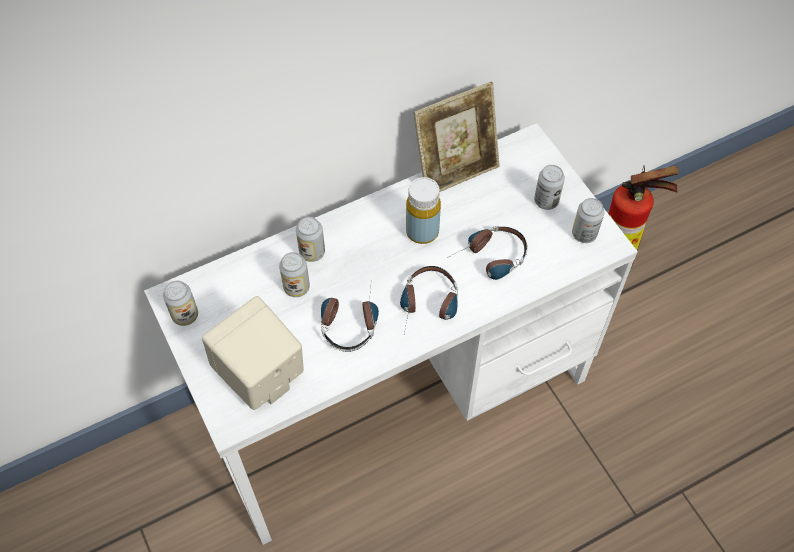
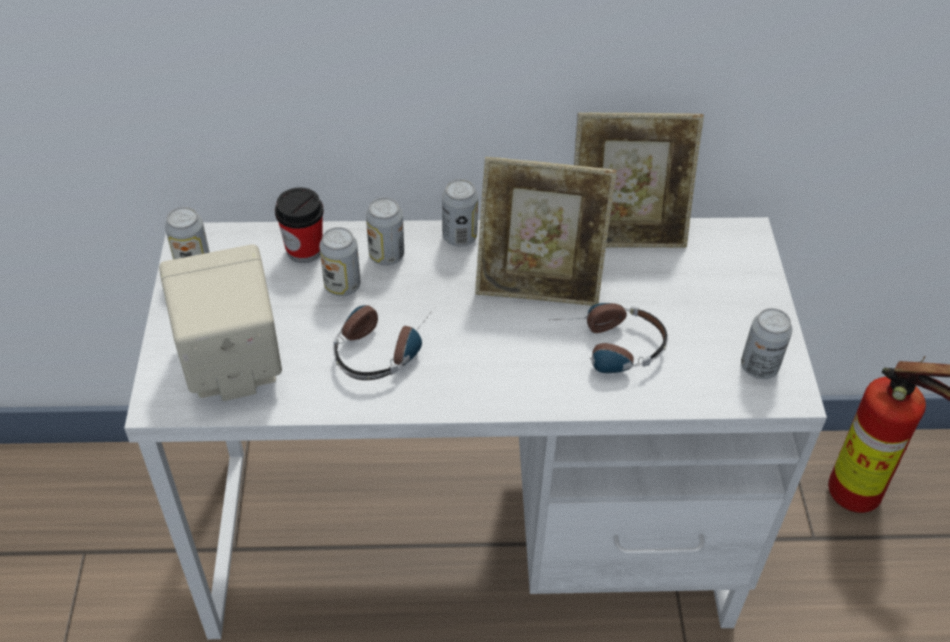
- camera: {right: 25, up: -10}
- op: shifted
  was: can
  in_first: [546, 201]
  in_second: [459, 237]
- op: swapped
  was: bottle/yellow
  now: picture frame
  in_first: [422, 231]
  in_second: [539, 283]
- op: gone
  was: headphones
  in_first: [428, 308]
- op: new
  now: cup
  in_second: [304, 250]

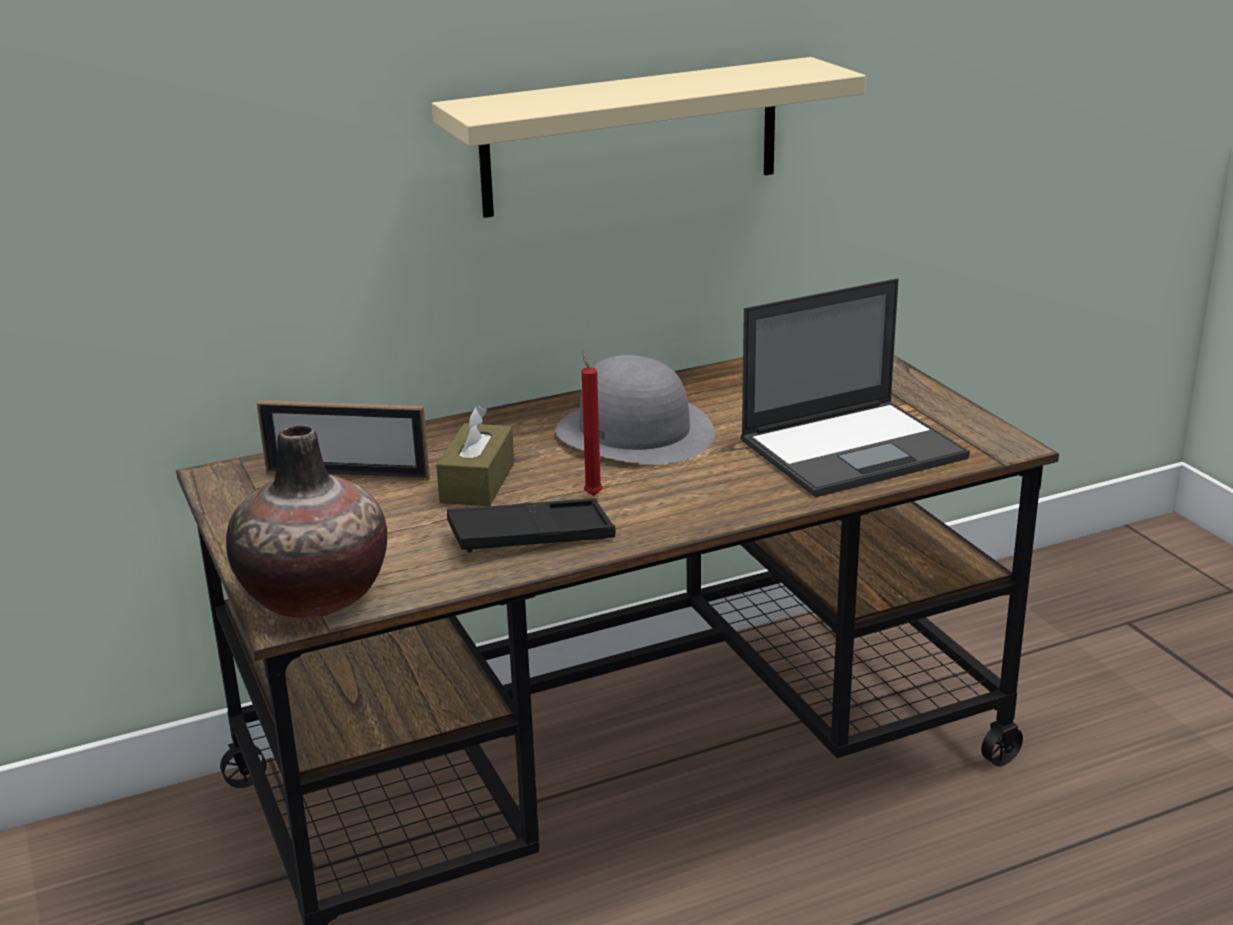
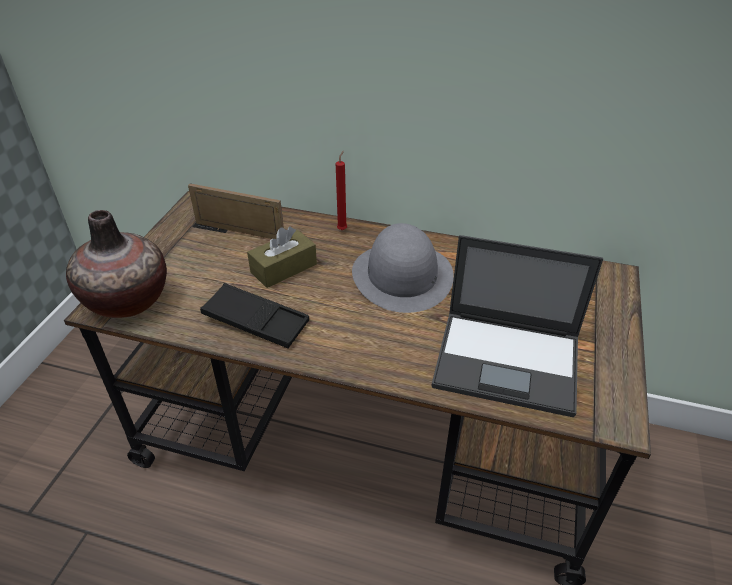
- camera: {right: 40, up: 15}
- op: gone
  was: shelf/beige
  in_first: [631, 137]
- op: shifted
  was: candle/red
  in_first: [592, 494]
  in_second: [343, 229]
- op: rotated
  was: picture frame
  in_first: [347, 475]
  in_second: [239, 231]
  clockwise: 150

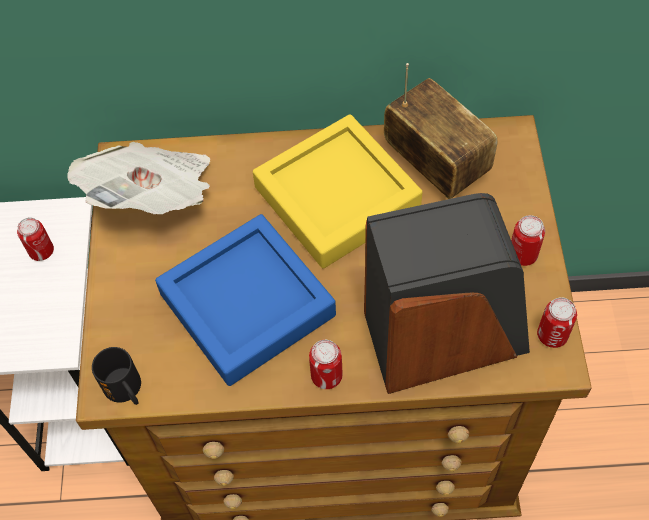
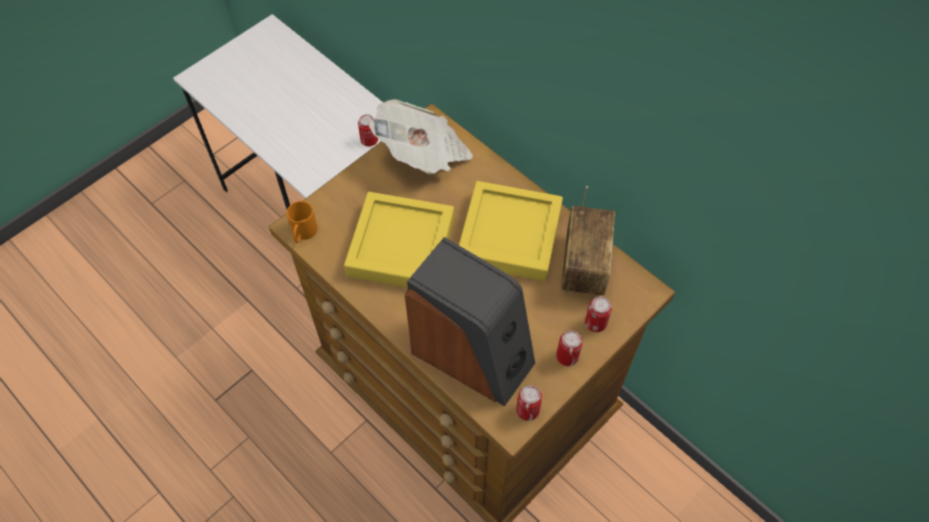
- camera: {right: 45, up: 0}
- op: repainted
  was: tray/blue
  now: tray/yellow
  in_first: [247, 305]
  in_second: [401, 246]
- op: shifted
  was: can
  in_first: [326, 376]
  in_second: [595, 323]
- op: repainted
  was: mug/black
  now: mug/orange
  in_first: [127, 390]
  in_second: [303, 234]

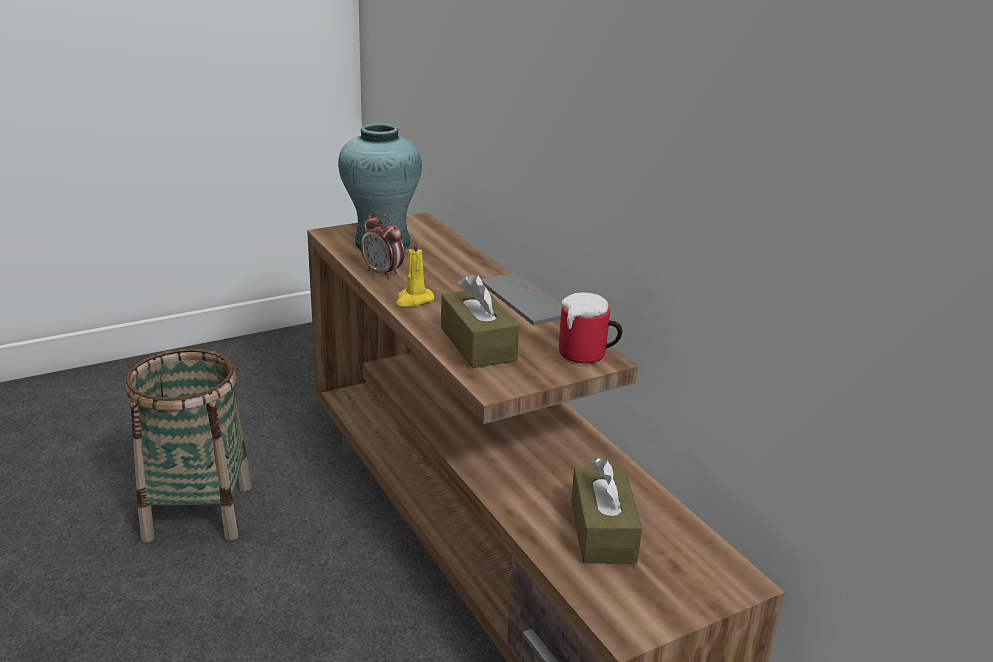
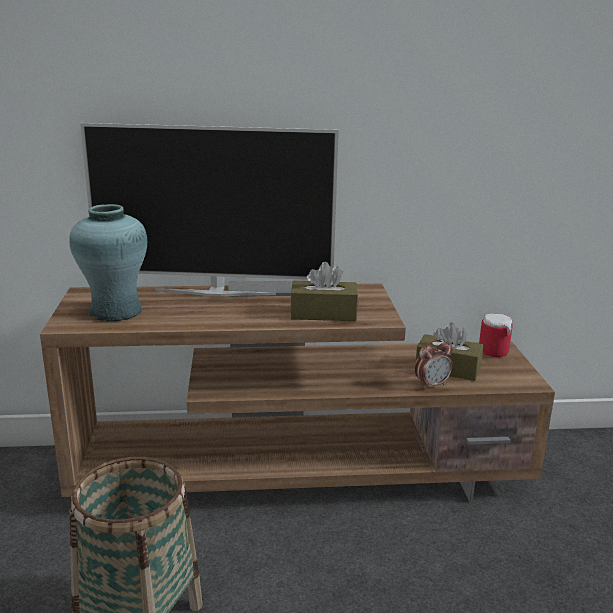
- camera: {right: -65, up: -5}
- op: shifted
  was: alarm clock
  in_first: [383, 273]
  in_second: [432, 385]
- op: gone
  was: candle/yellow
  in_first: [414, 300]
- op: shifted
  was: mug
  in_first: [587, 356]
  in_second: [496, 350]
- op: new
  now: television
  in_second: [215, 291]

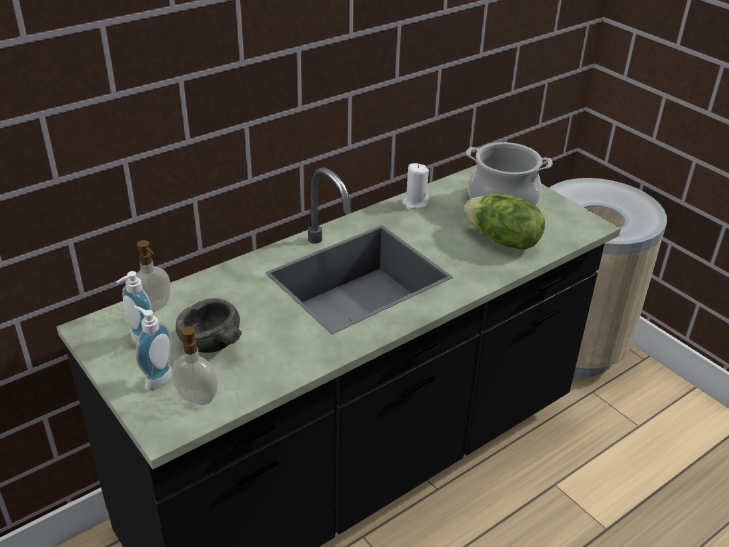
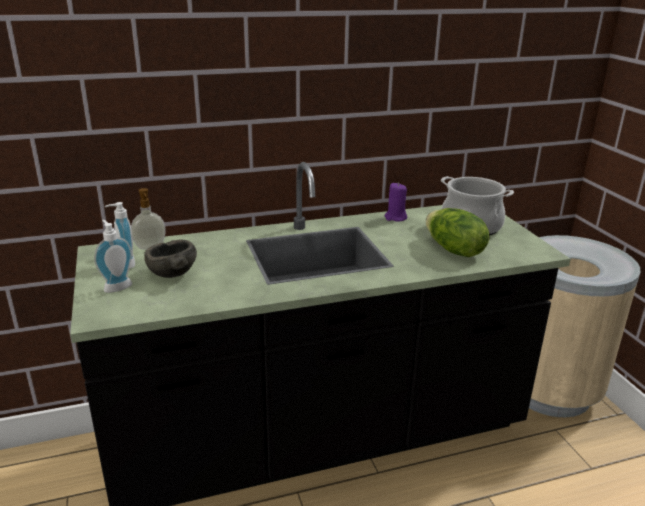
- camera: {right: 20, up: -10}
- op: repainted
  was: candle/white
  now: candle/purple
  in_first: [415, 203]
  in_second: [395, 217]
- op: gone
  was: soap dispenser
  in_first: [197, 397]

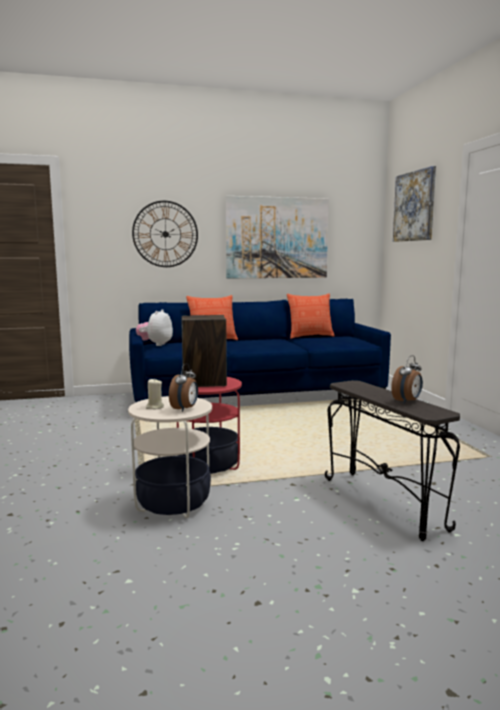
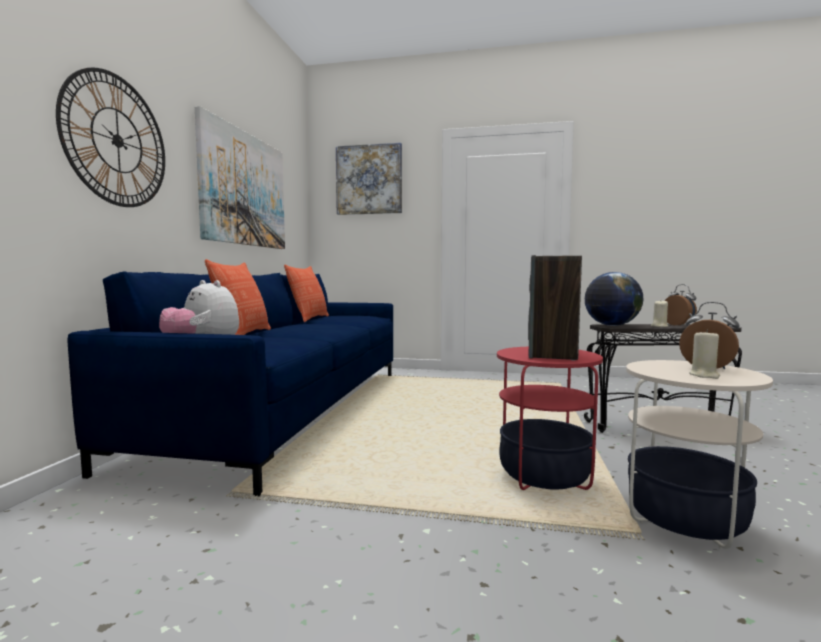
- camera: {right: -65, up: -5}
- op: new
  now: globe
  in_second: [611, 325]
- op: new
  now: candle/beige
  in_second: [659, 326]

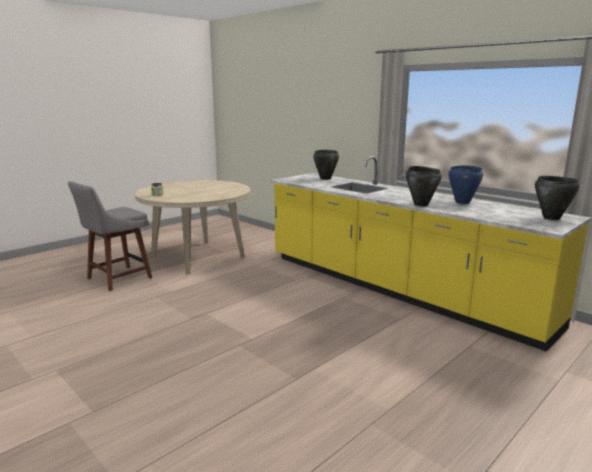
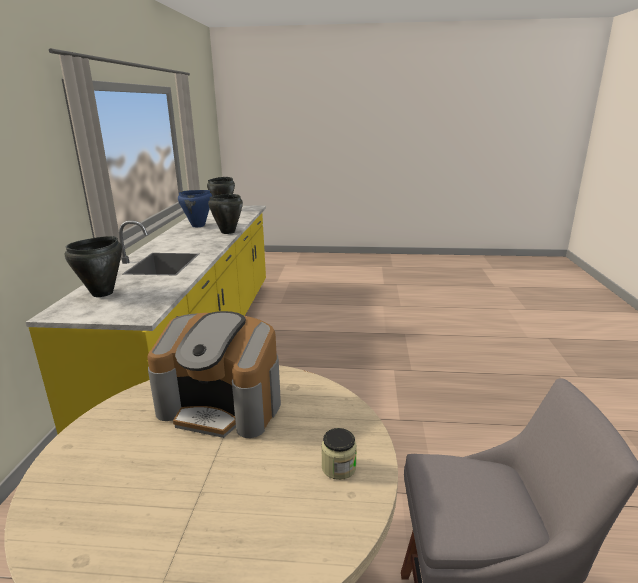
- camera: {right: -130, up: 5}
- op: new
  now: coffee machine
  in_second: [222, 405]

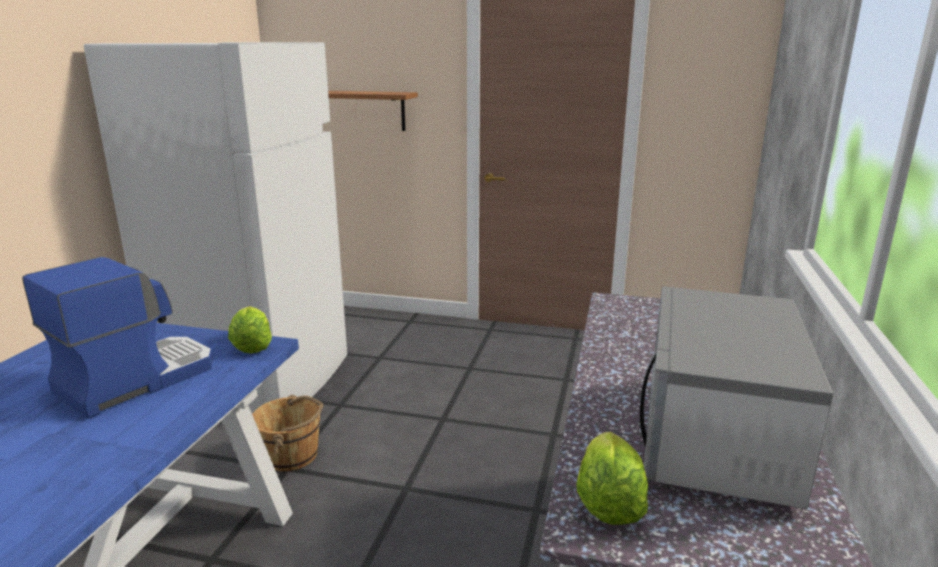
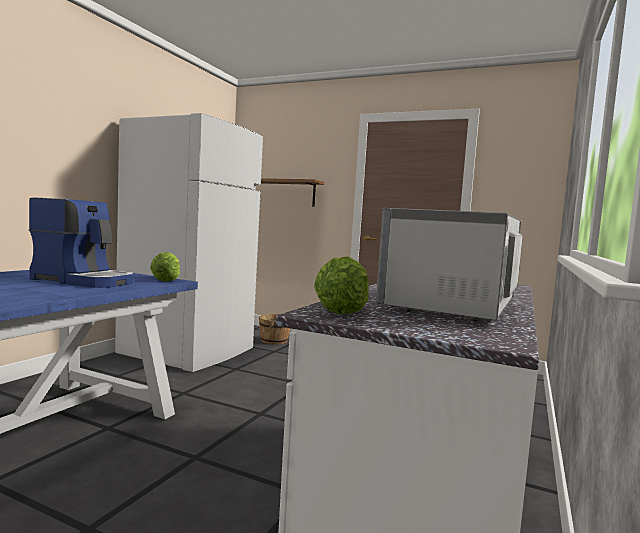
- camera: {right: 10, up: -15}
- op: rotated
  was: coffee machine
  in_first: [136, 379]
  in_second: [85, 281]
  clockwise: 60
- op: shifted
  was: bucket/brown
  in_first: [291, 455]
  in_second: [275, 341]

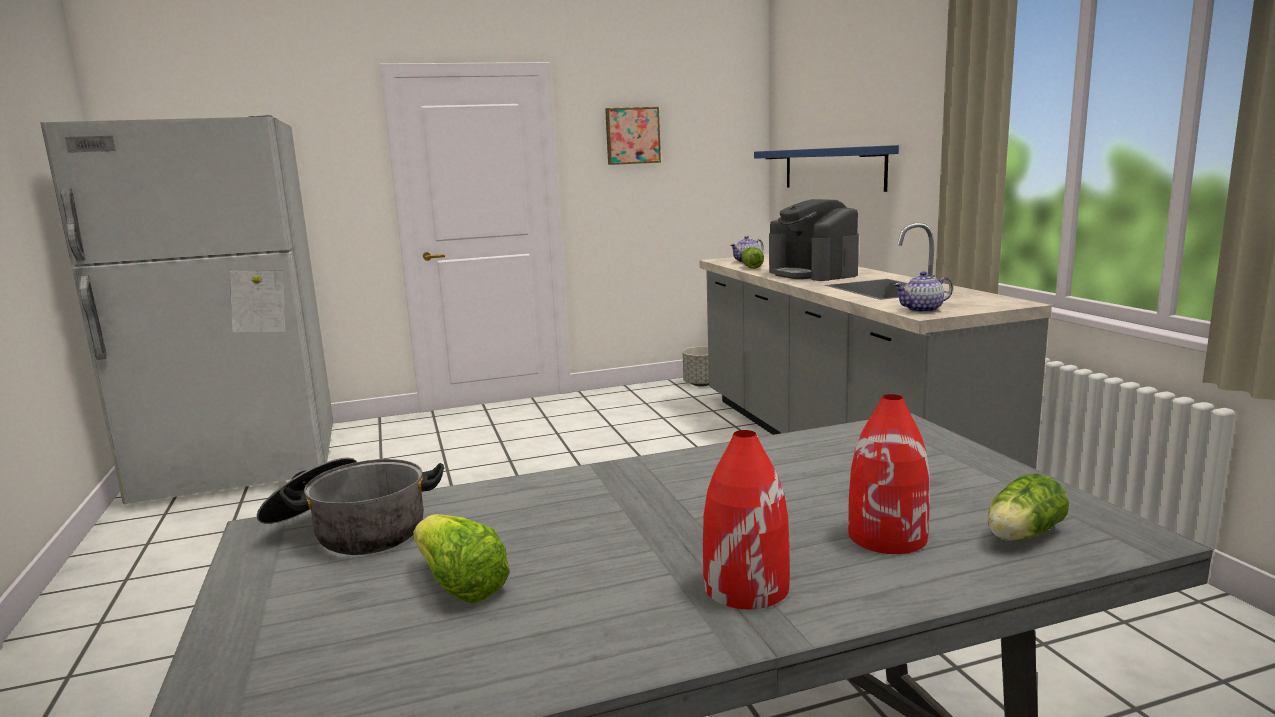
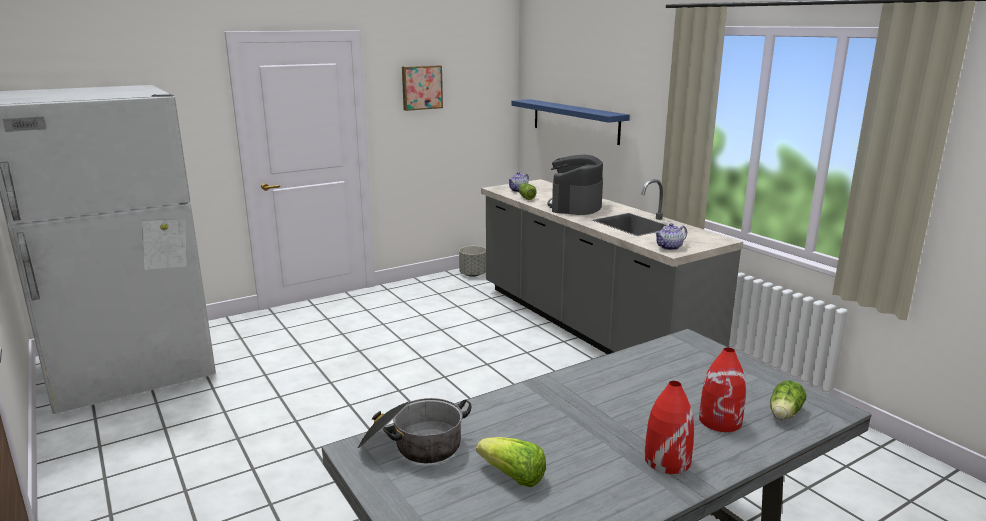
- camera: {right: -15, up: 5}
- op: rotated
  was: coffee machine
  in_first: [813, 273]
  in_second: [575, 206]
  clockwise: 60

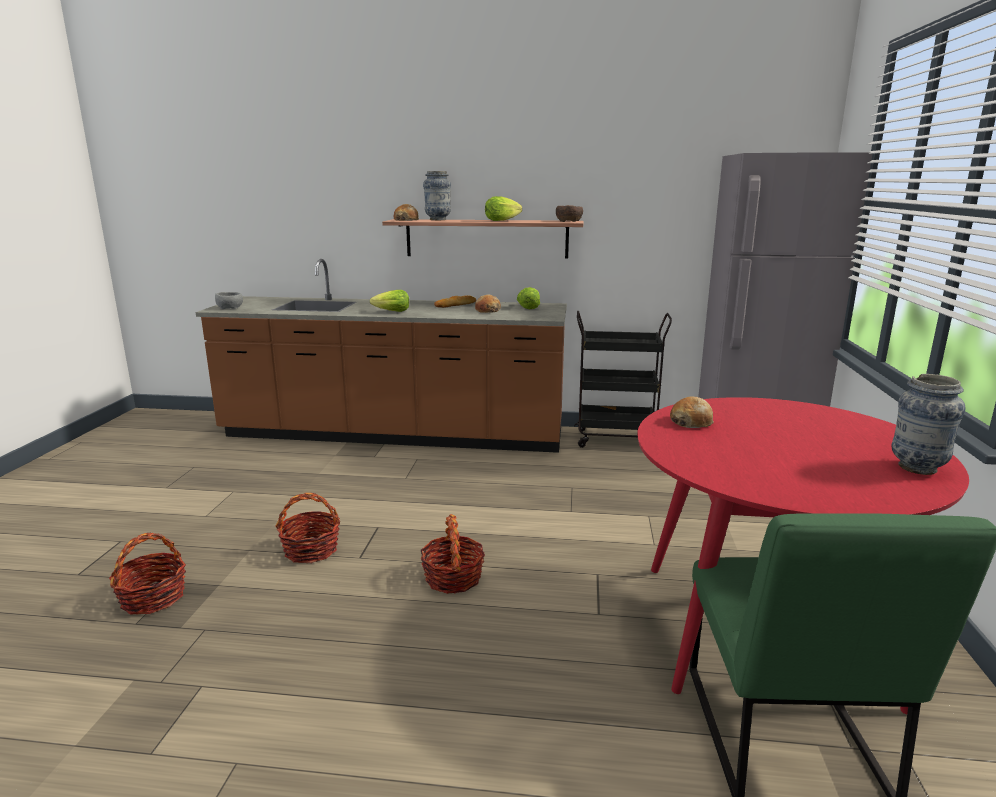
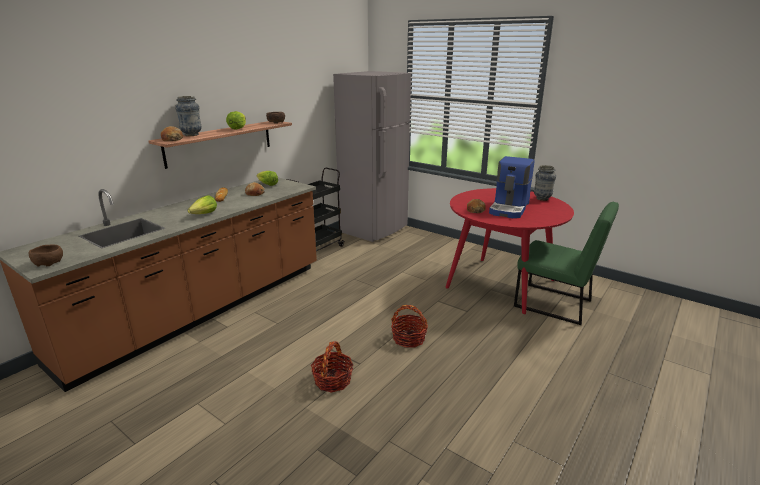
- camera: {right: -60, up: 5}
- op: repainted
  was: bowl/grey
  now: bowl/brown
  in_first: [230, 307]
  in_second: [49, 262]
- op: gone
  was: basket
  in_first: [153, 598]
- op: new
  now: coffee machine
  in_second: [510, 208]

